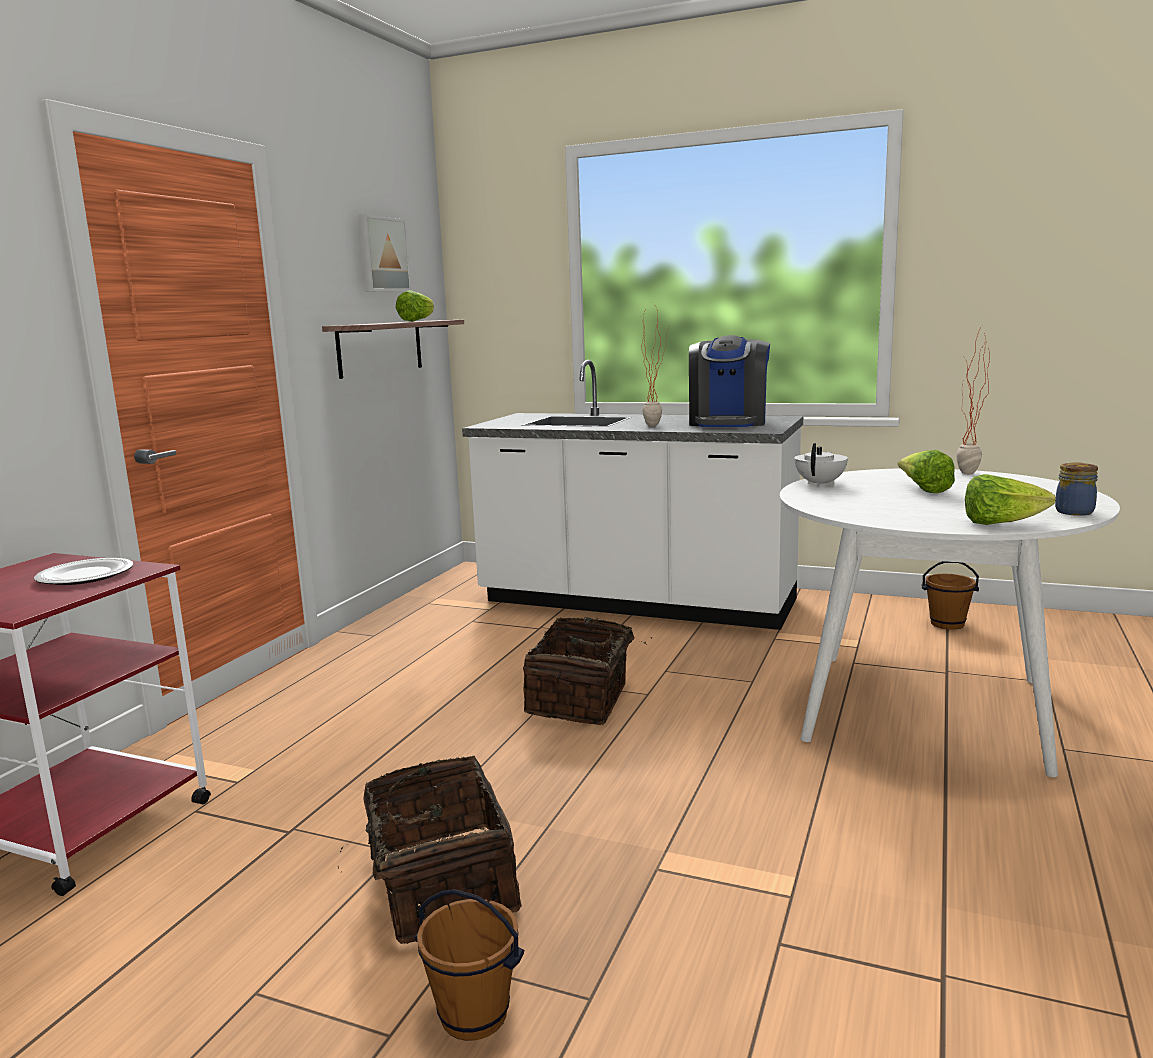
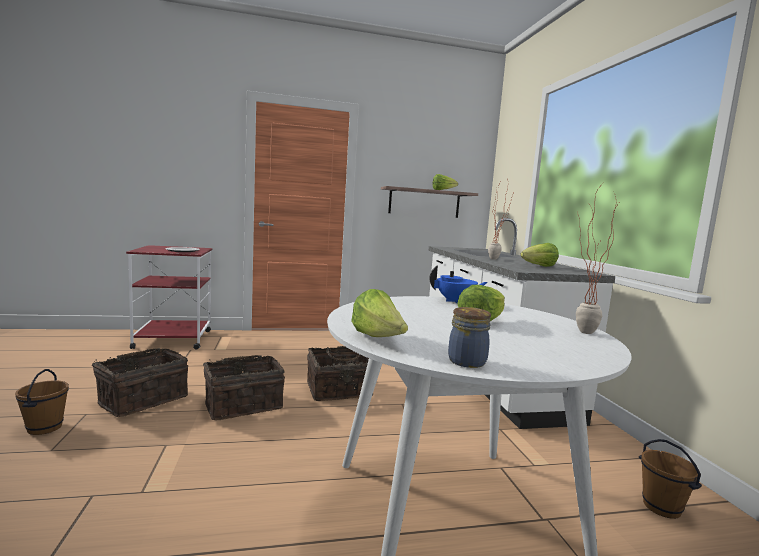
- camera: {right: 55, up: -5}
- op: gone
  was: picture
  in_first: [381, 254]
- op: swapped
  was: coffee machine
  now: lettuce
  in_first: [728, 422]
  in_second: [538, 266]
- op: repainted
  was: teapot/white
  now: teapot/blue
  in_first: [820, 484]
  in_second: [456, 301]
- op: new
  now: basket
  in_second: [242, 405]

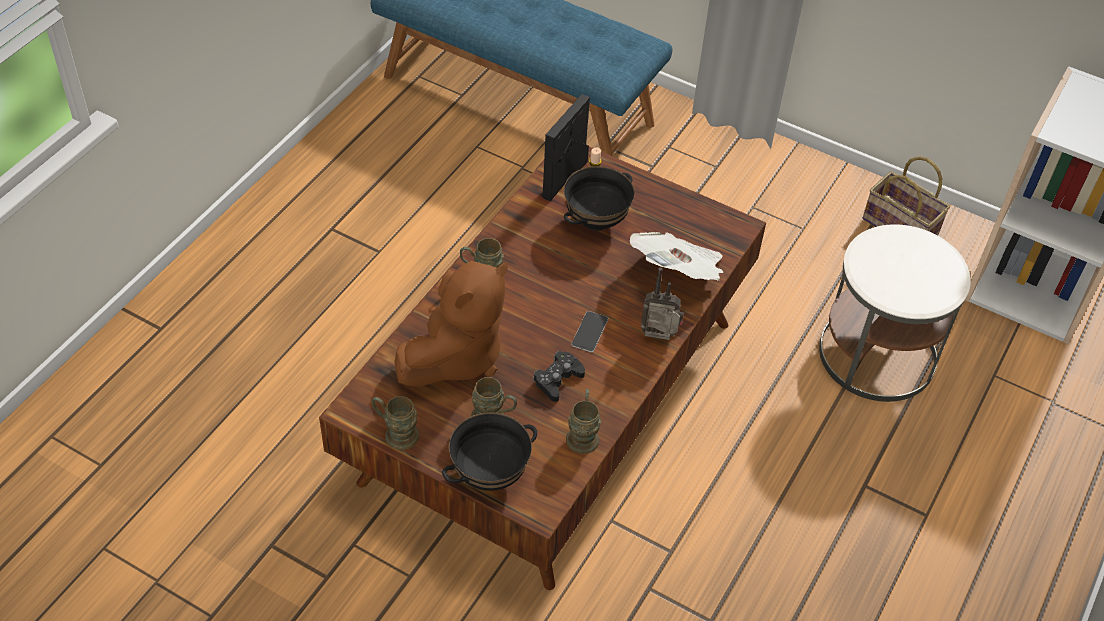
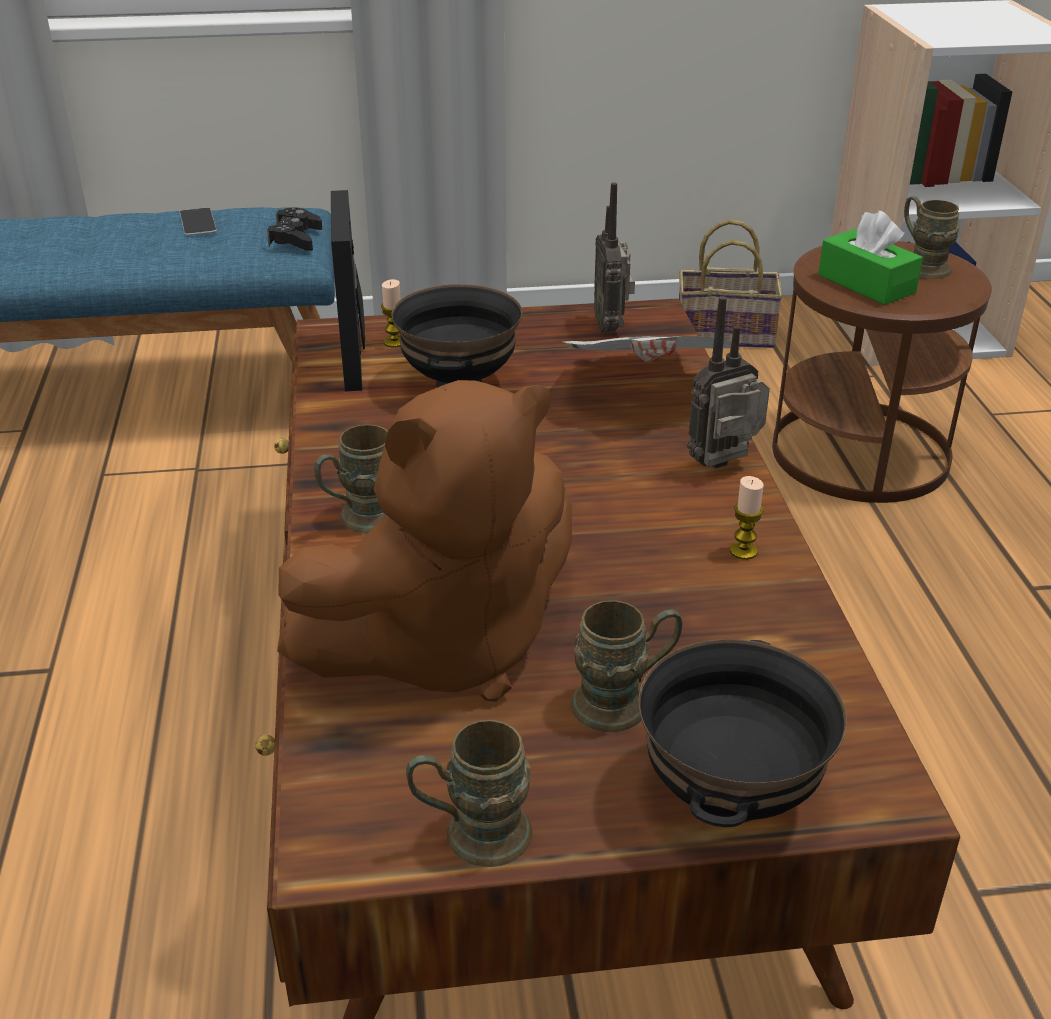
- camera: {right: -35, up: -15}
- op: repainted
  was: side table/white
  now: side table/brown
  in_first: [878, 354]
  in_second: [861, 453]
- op: rotated
  was: plush toy/brown
  in_first: [456, 355]
  in_second: [444, 645]
  clockwise: 60
- op: shifted
  was: phone
  in_first: [589, 332]
  in_second: [198, 222]
- op: shifted
  was: game controller/black
  in_first: [557, 380]
  in_second: [295, 239]
- op: shifted
  was: mug/brown
  in_first: [583, 434]
  in_second: [920, 266]
- op: new
  now: radio
  in_second: [611, 327]
- op: new
  now: tissue box/green
  in_second: [866, 284]
- op: new
  now: candle
  in_second: [743, 551]

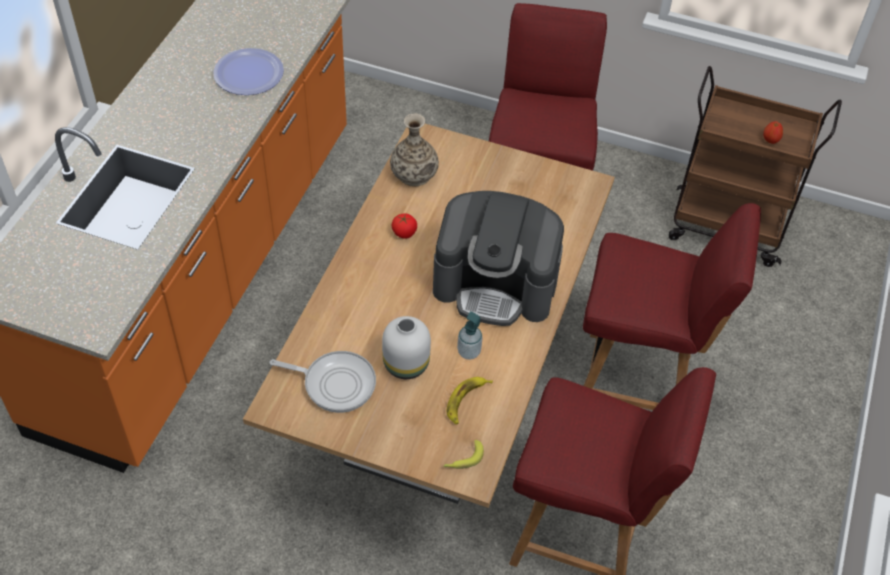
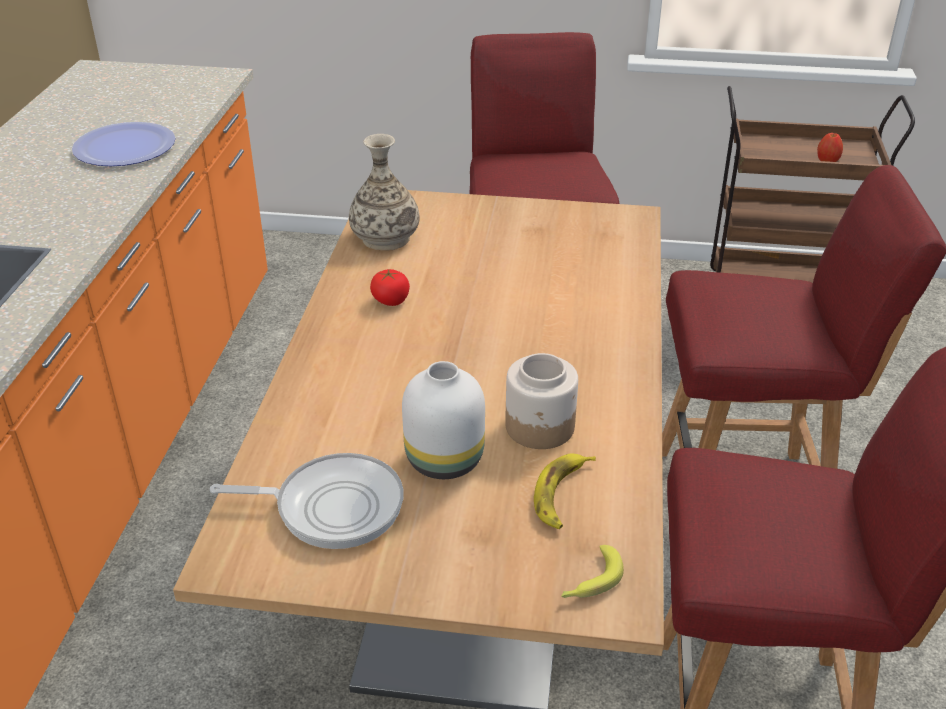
- camera: {right: -10, up: -15}
- op: gone
  was: coffee machine
  in_first: [496, 284]
- op: swapped
  was: soap dispenser
  now: jar
  in_first: [469, 352]
  in_second: [540, 427]

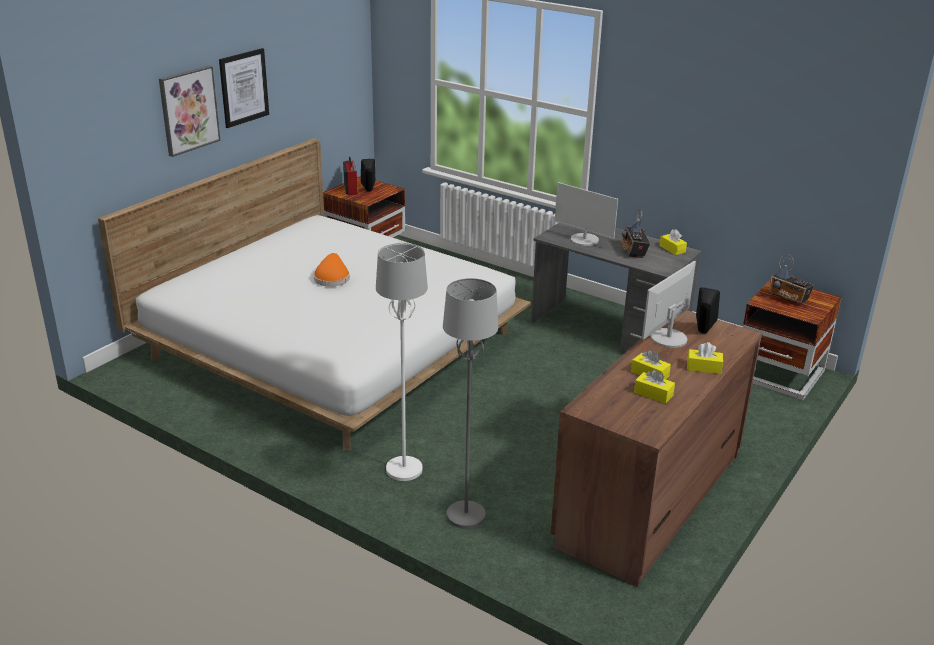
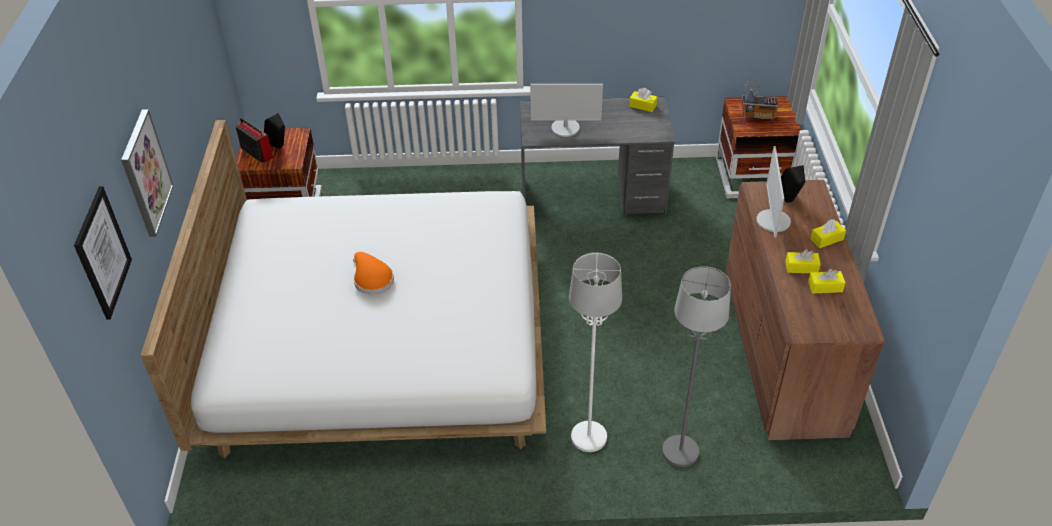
- camera: {right: -35, up: 15}
- op: shifted
  was: picture
  in_first: [244, 87]
  in_second: [102, 253]
- op: gone
  was: radio
  in_first: [634, 252]

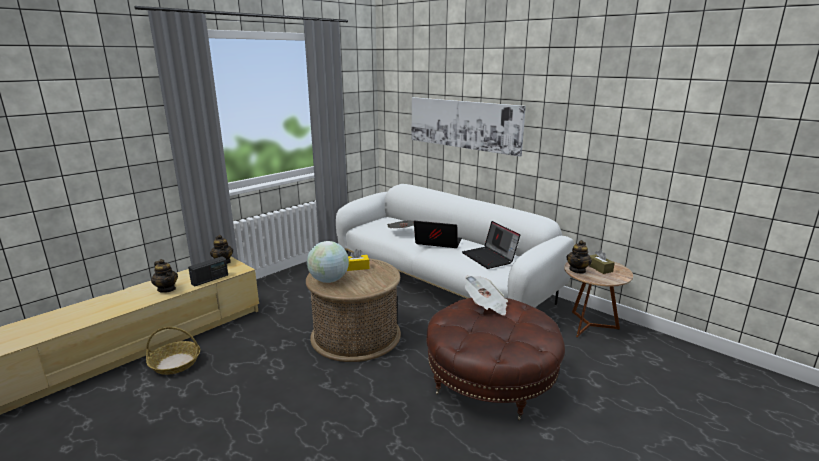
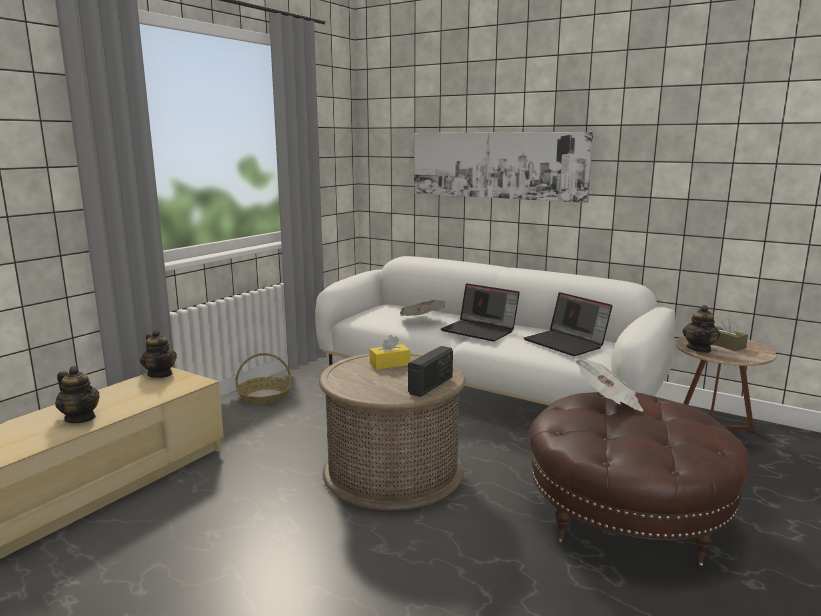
- camera: {right: -10, up: -5}
- op: rotated
  was: laptop
  in_first: [437, 243]
  in_second: [480, 330]
  clockwise: -150
- op: gone
  was: globe
  in_first: [329, 280]
- op: shifted
  was: radio
  in_first: [210, 279]
  in_second: [431, 385]
- op: shifted
  was: basket
  in_first: [175, 363]
  in_second: [264, 397]

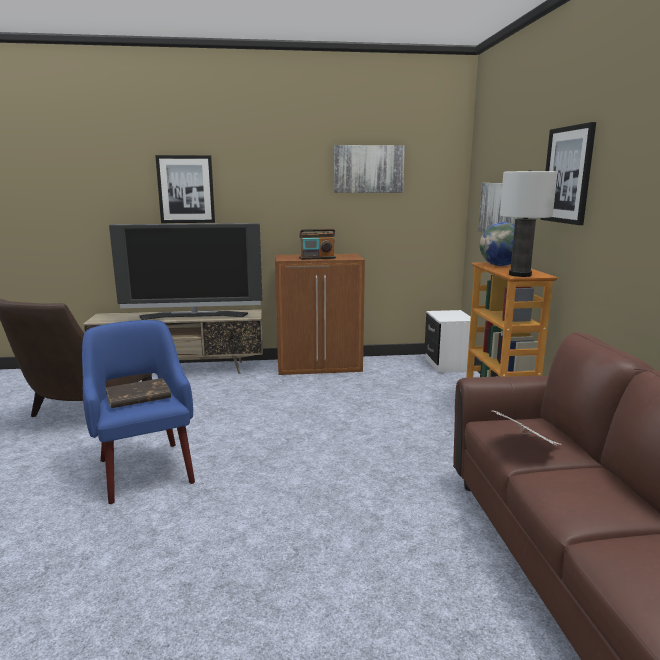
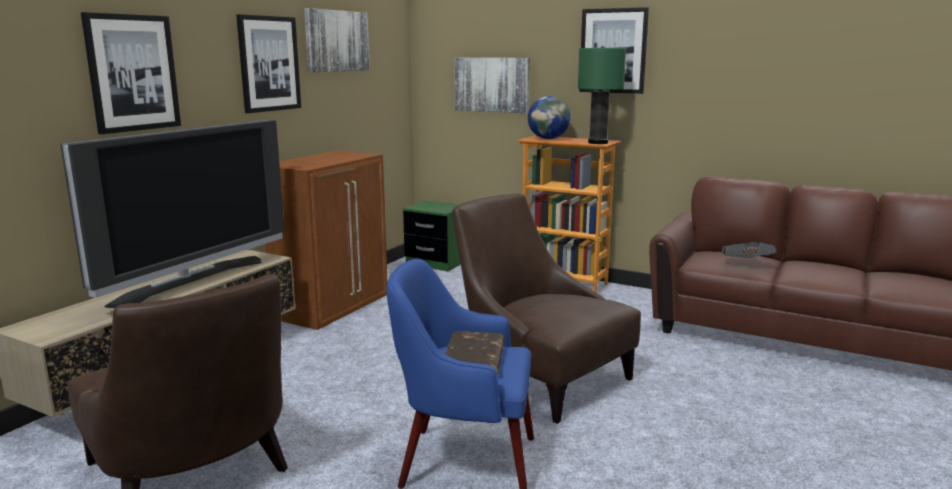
- camera: {right: -55, up: 0}
- op: repainted
  was: table lamp/white
  now: table lamp/green
  in_first: [520, 275]
  in_second: [598, 142]
- op: gone
  was: radio
  in_first: [317, 258]
- op: repainted
  was: nightstand/white
  now: nightstand/green
  in_first: [447, 365]
  in_second: [436, 263]
- op: new
  now: picture
  in_second: [269, 64]
- op: new
  now: armchair/brown
  in_second: [539, 376]

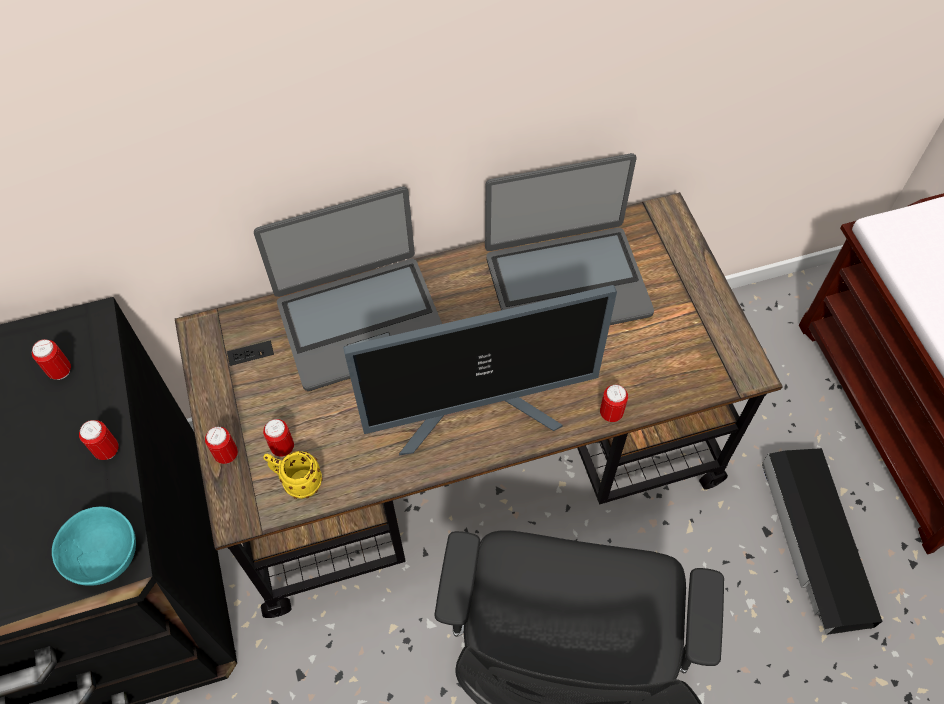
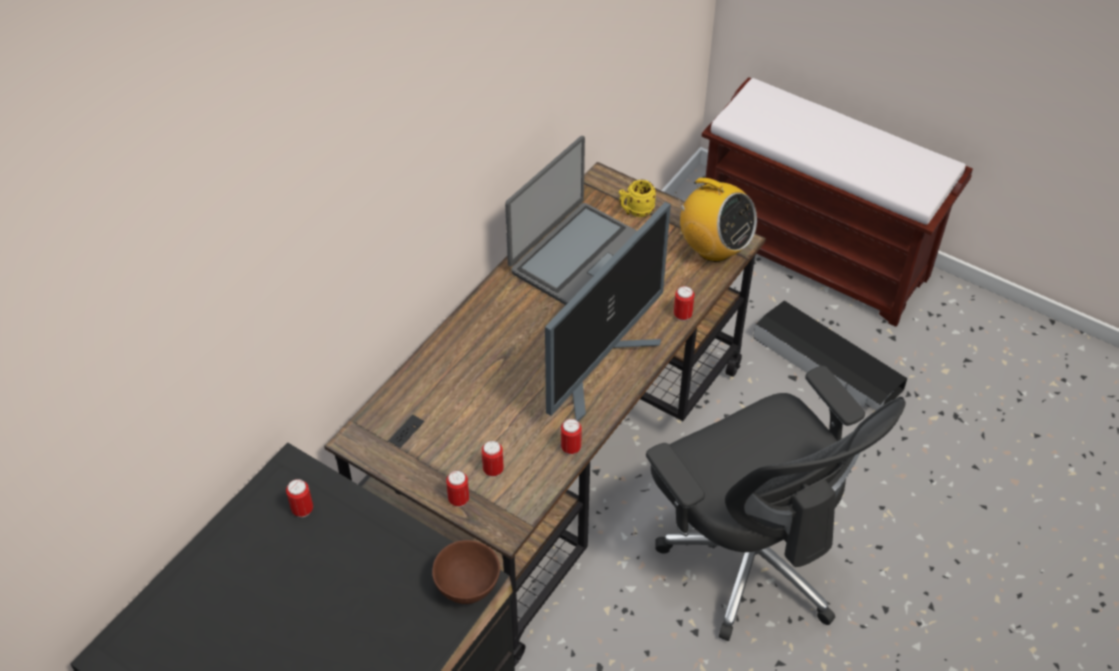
- camera: {right: -40, up: -10}
- op: gone
  was: laptop
  in_first: [361, 322]
- op: shifted
  was: can
  in_first: [107, 450]
  in_second: [571, 448]
- op: shifted
  was: mug/yellow
  in_first: [297, 481]
  in_second: [635, 211]
- op: repainted
  was: bowl/turquoise
  now: bowl/brown
  in_first: [108, 559]
  in_second: [469, 587]
- op: new
  now: radio
  in_second: [713, 248]

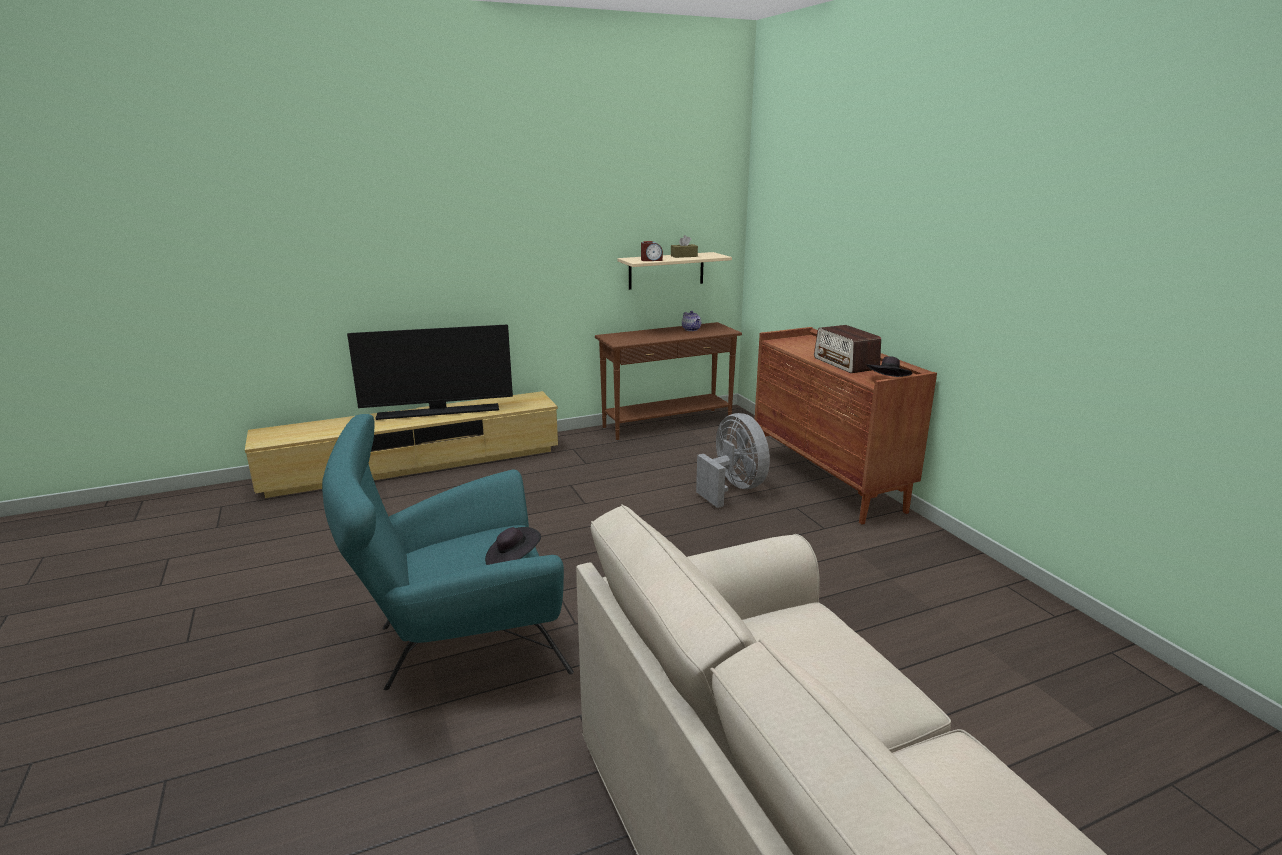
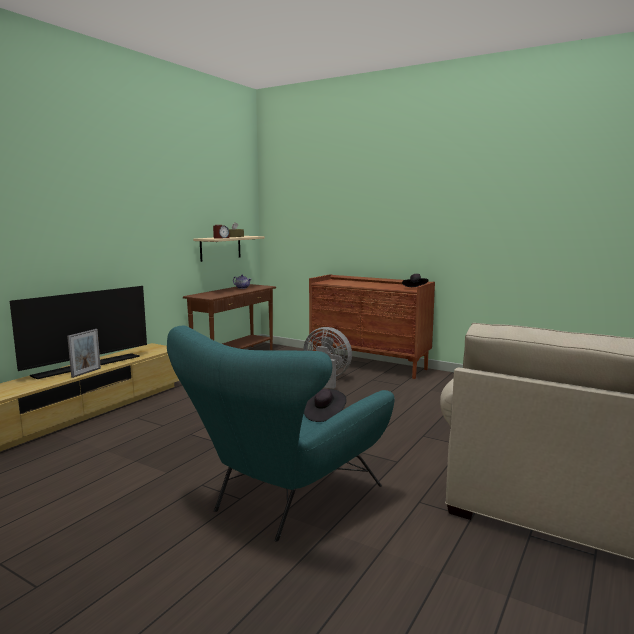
- camera: {right: -35, up: -10}
- op: gone
  was: radio
  in_first: [845, 363]
- op: new
  now: picture frame
  in_second: [86, 372]

